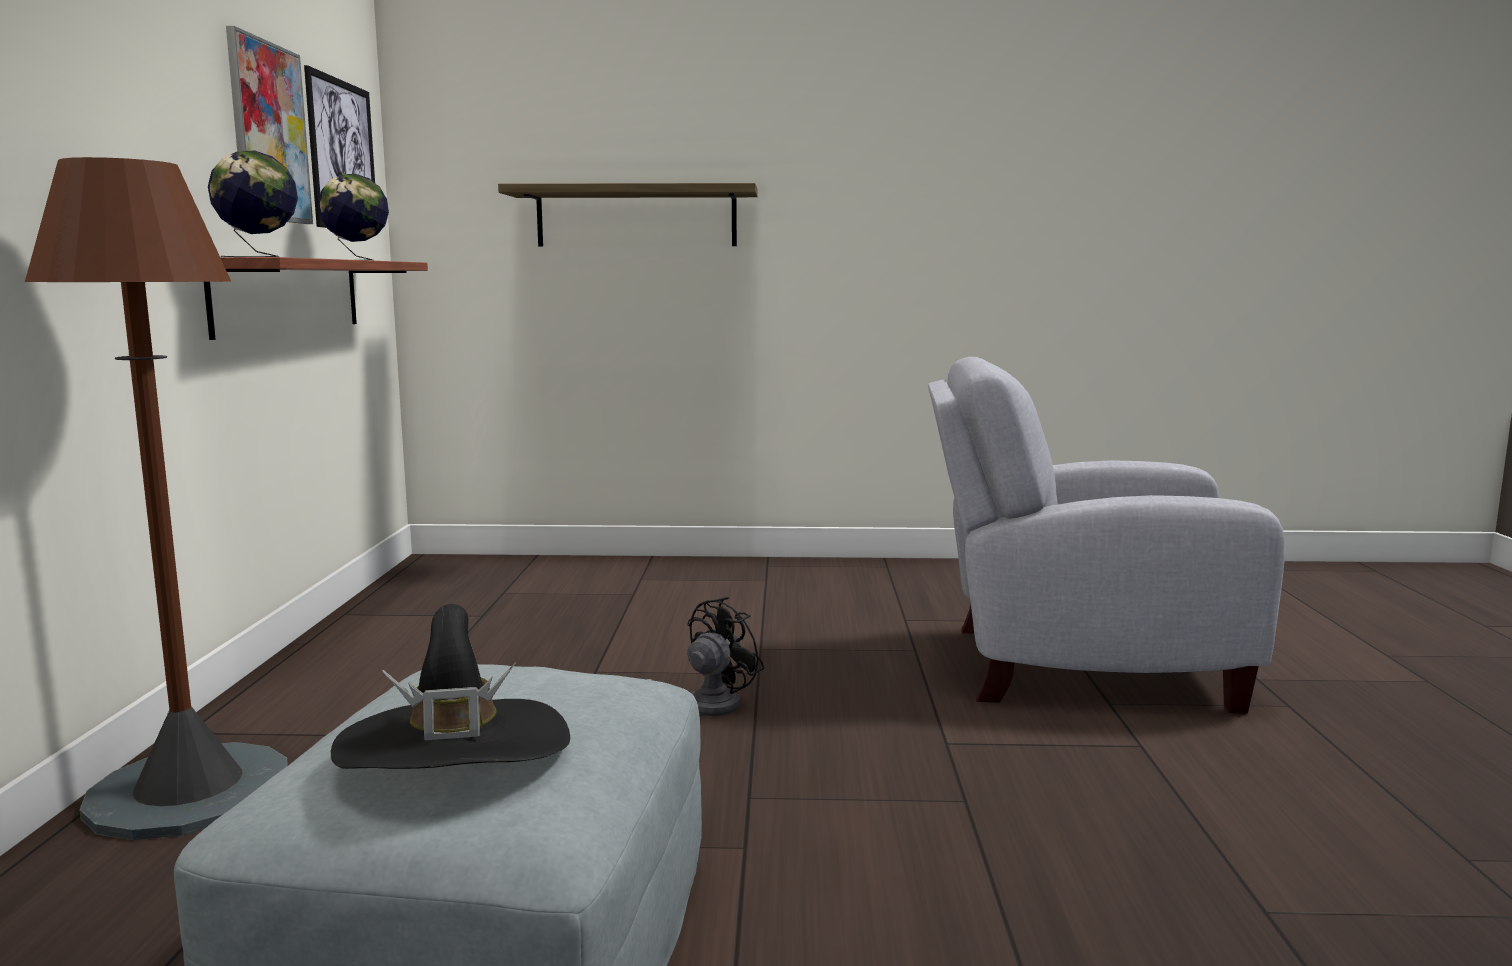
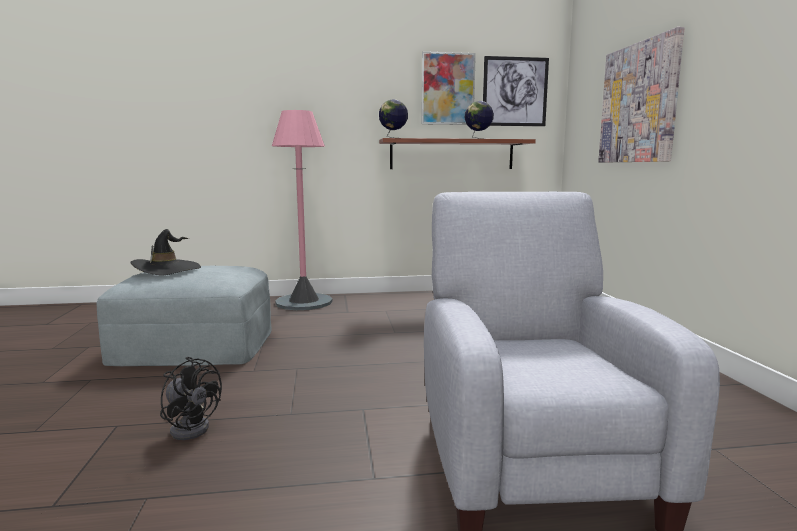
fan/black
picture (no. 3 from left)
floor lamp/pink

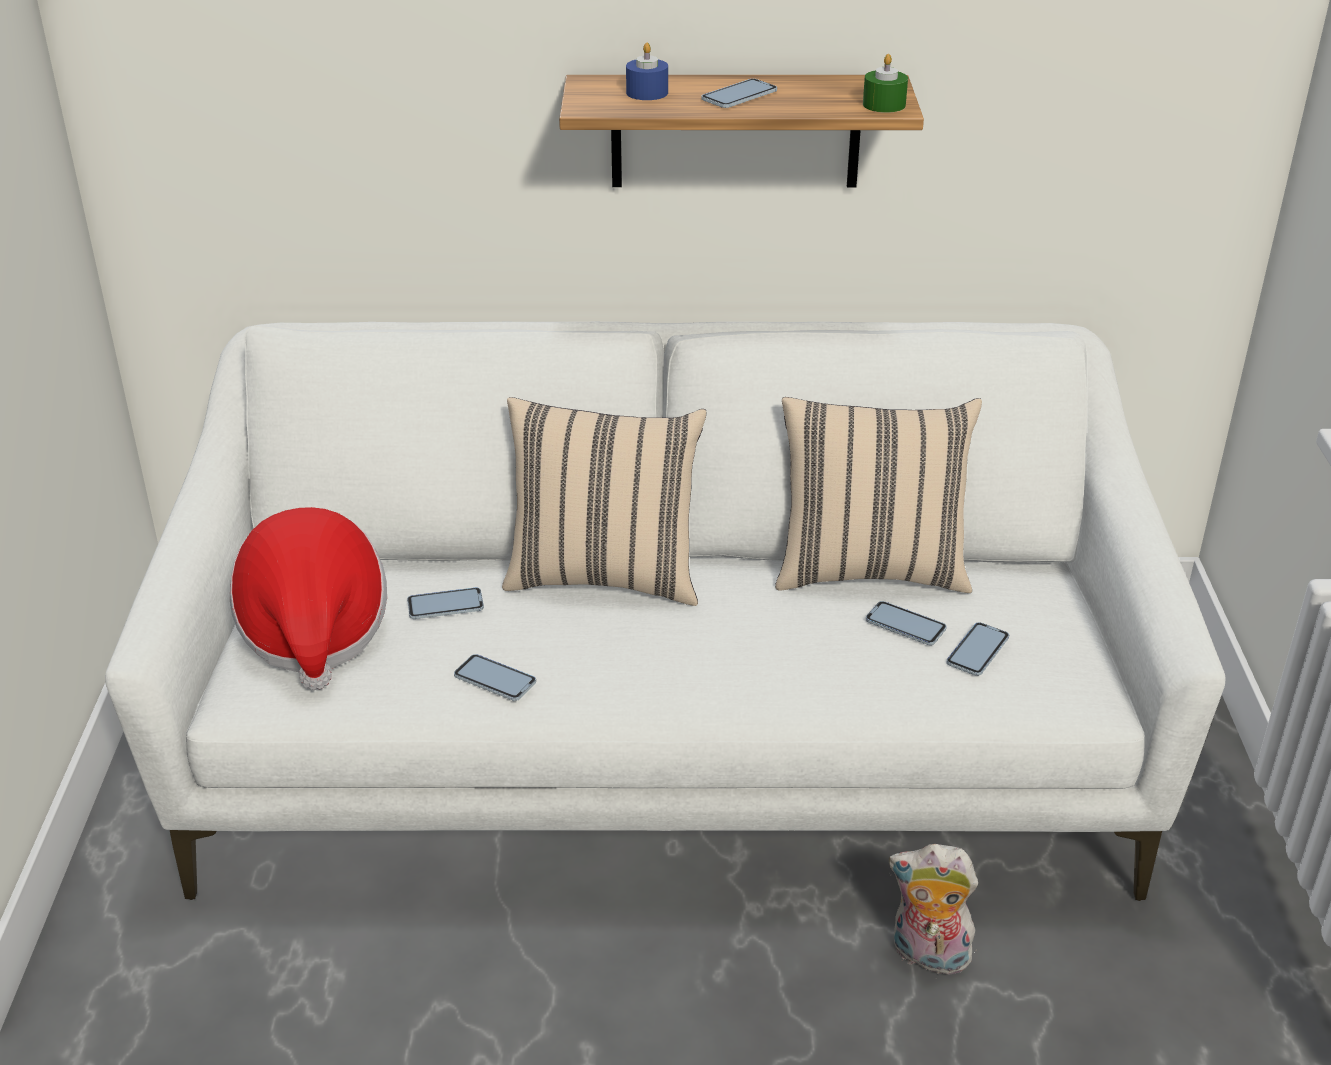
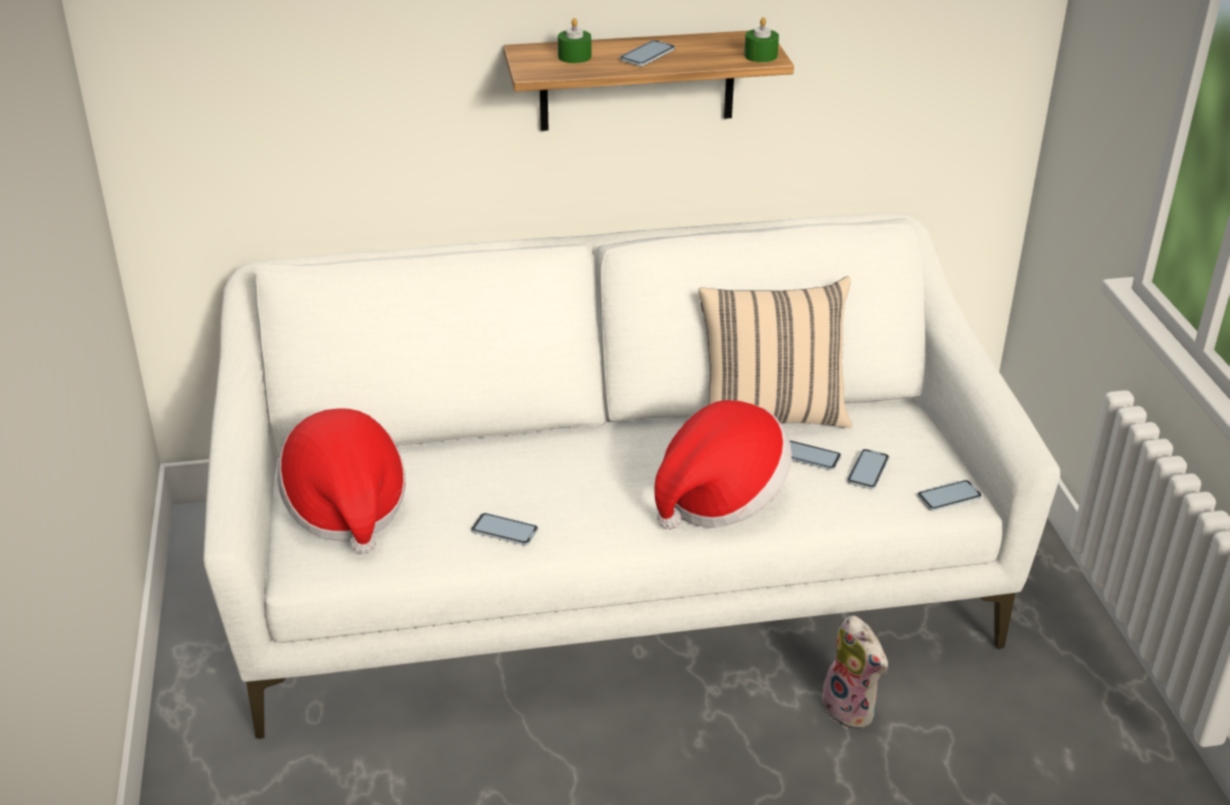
pillow/beige (no. 1 from left in the first image)
hat (no. 2 from left)
phone (no. 5 from left)
candle/green (no. 1 from left)
plush toy

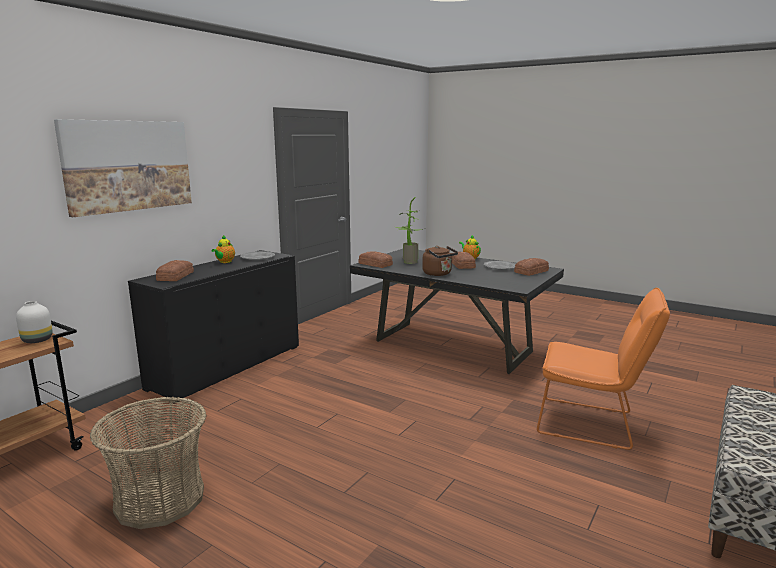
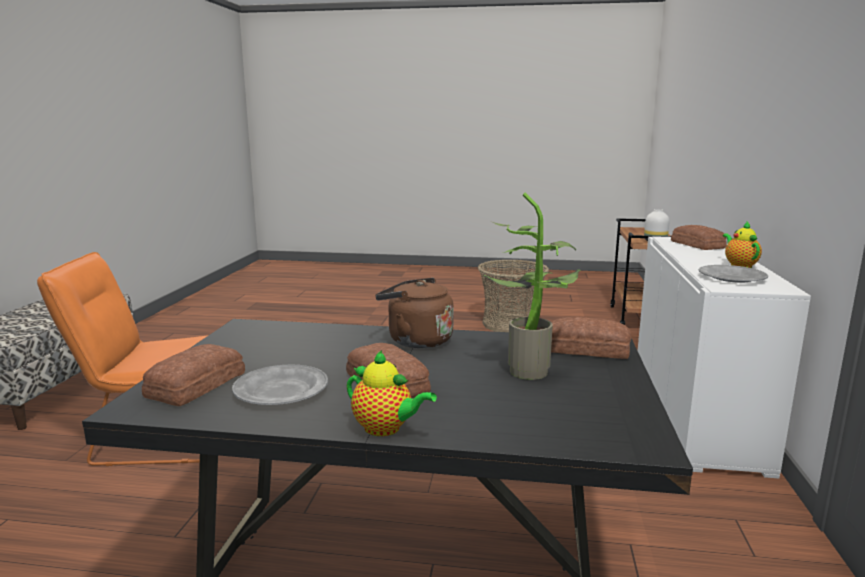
picture
cabinet/white

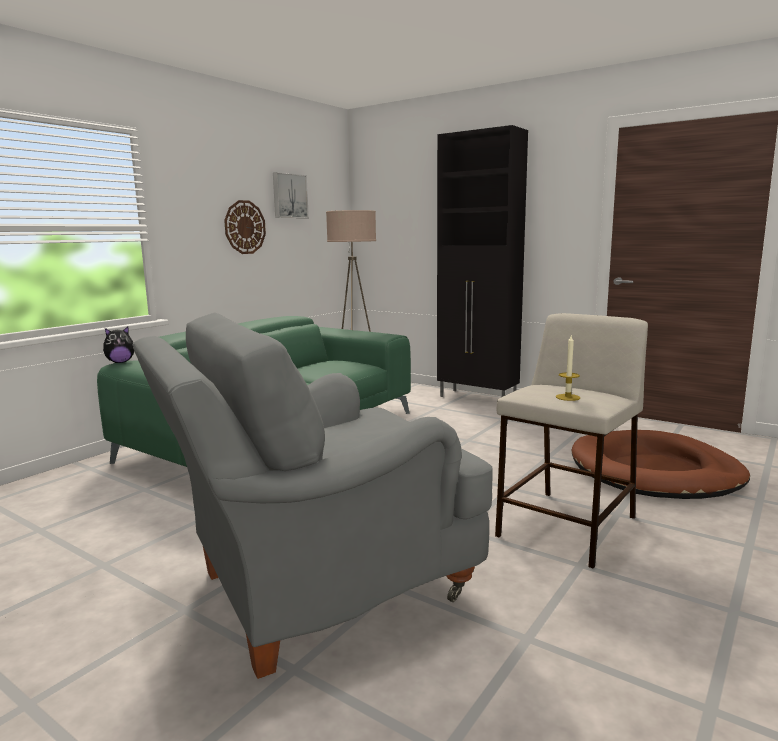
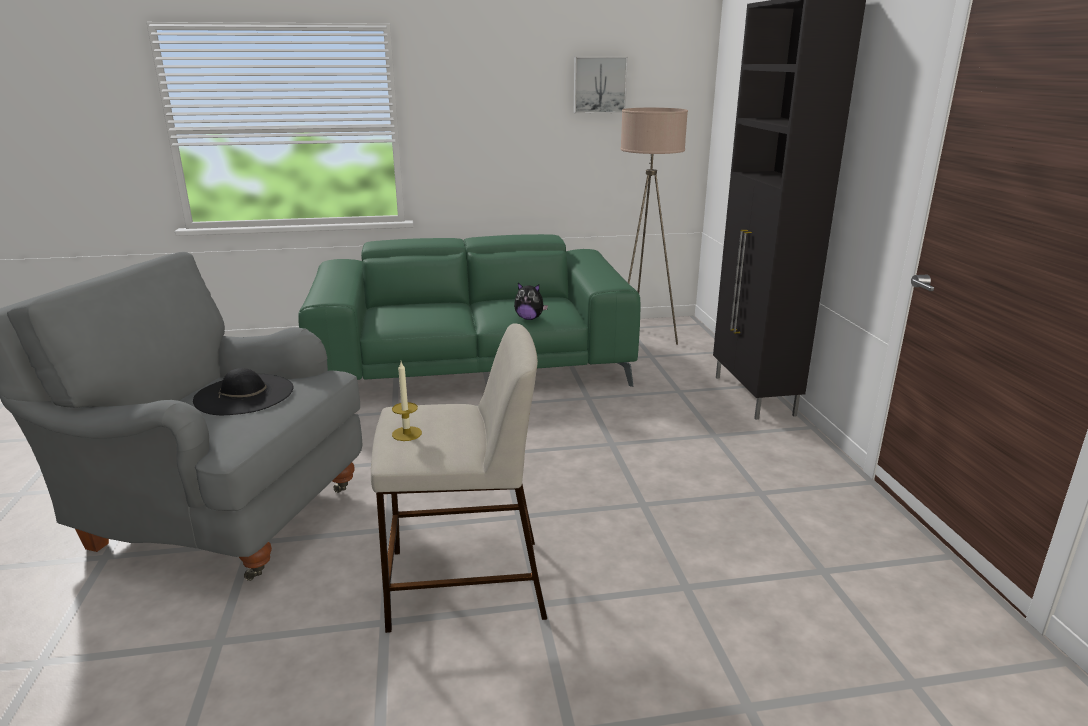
wall clock
dog bed/brown
hat/black
plush toy

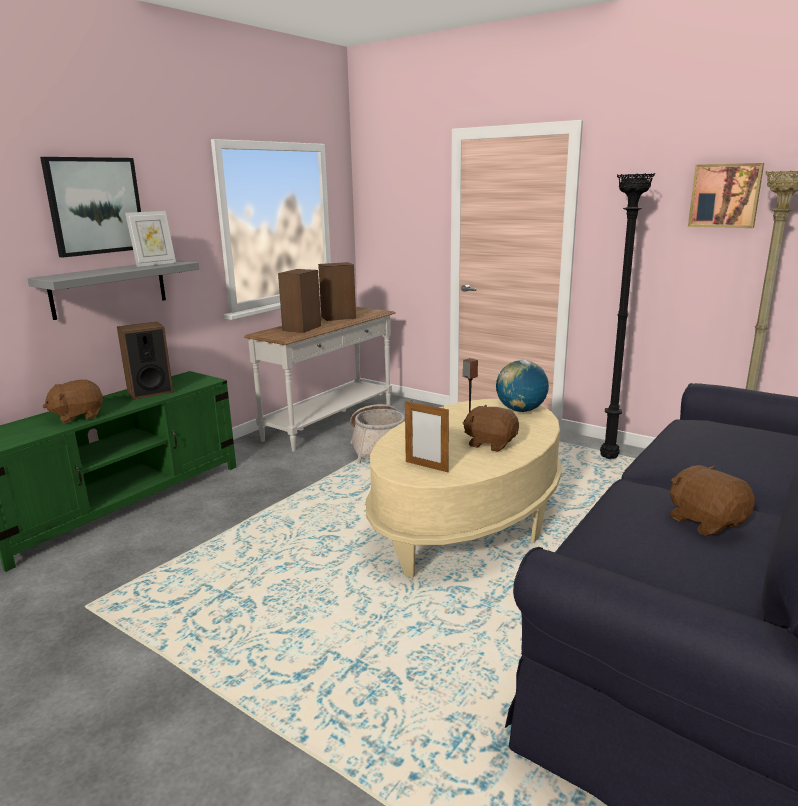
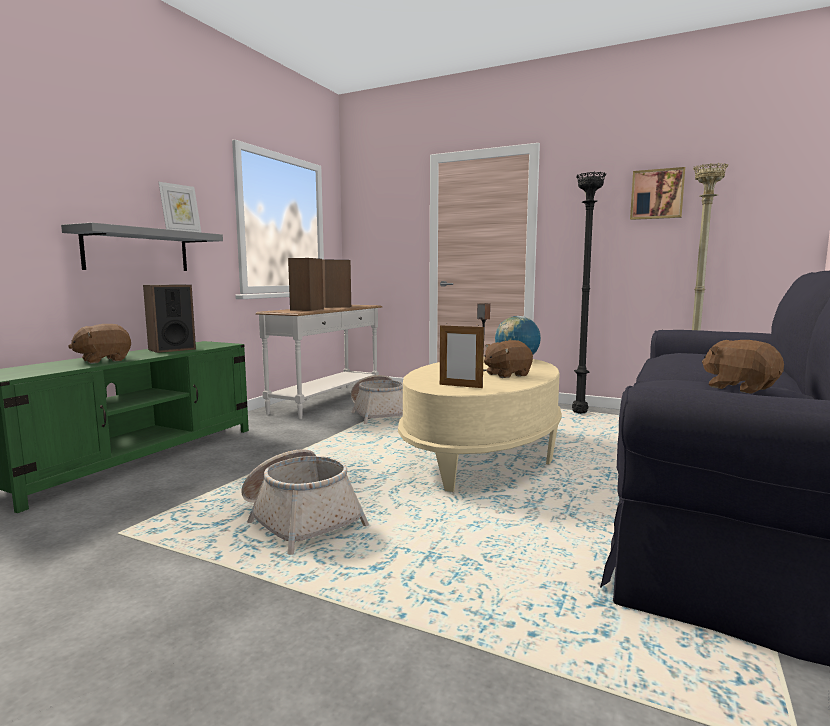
picture (no. 1 from left in the first image)
basket (no. 1 from left)
plush toy/brown (no. 2 from left)

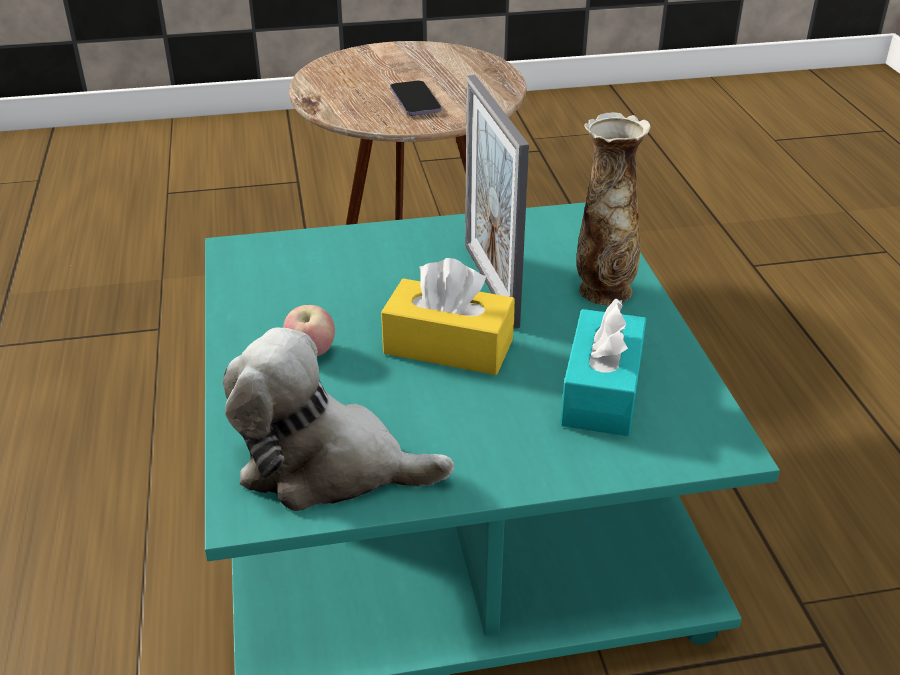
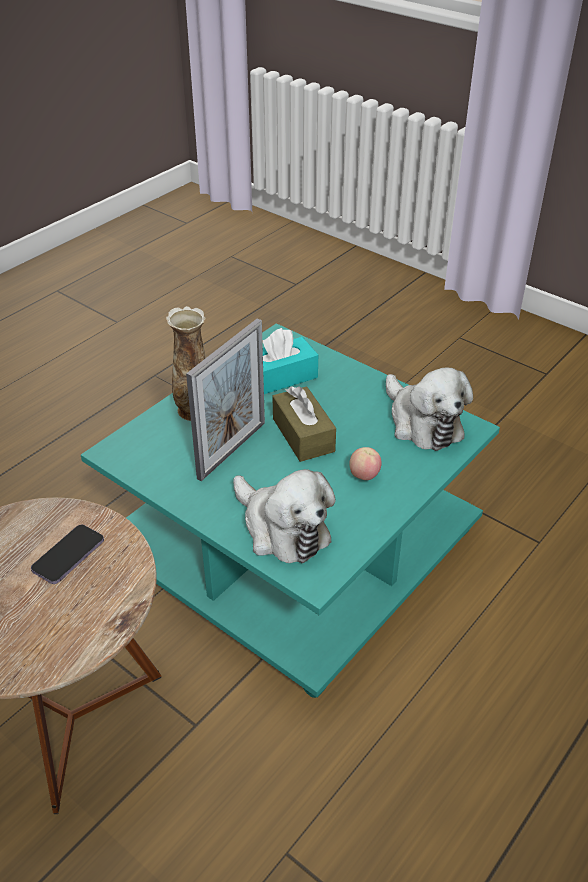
plush toy (no. 1 from left)
tissue box/brown

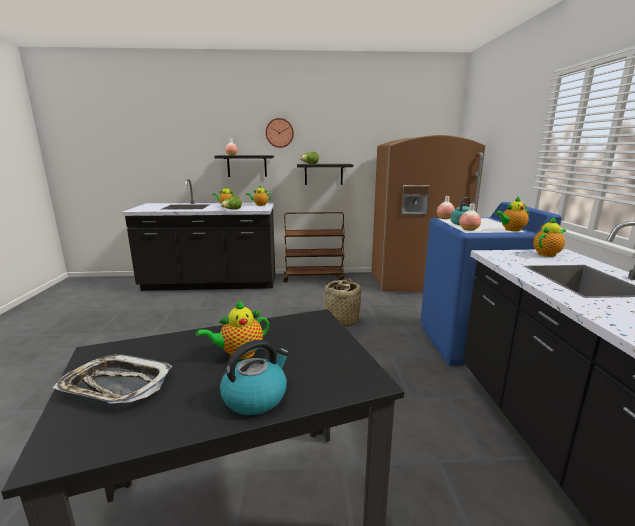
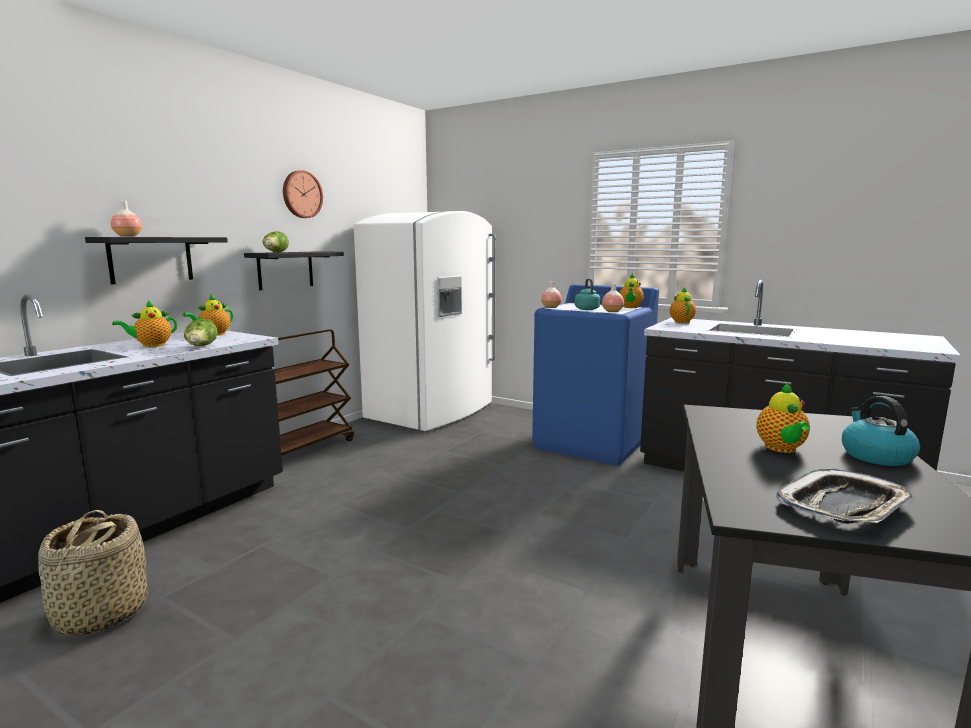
wall clock
basket
fridge/white

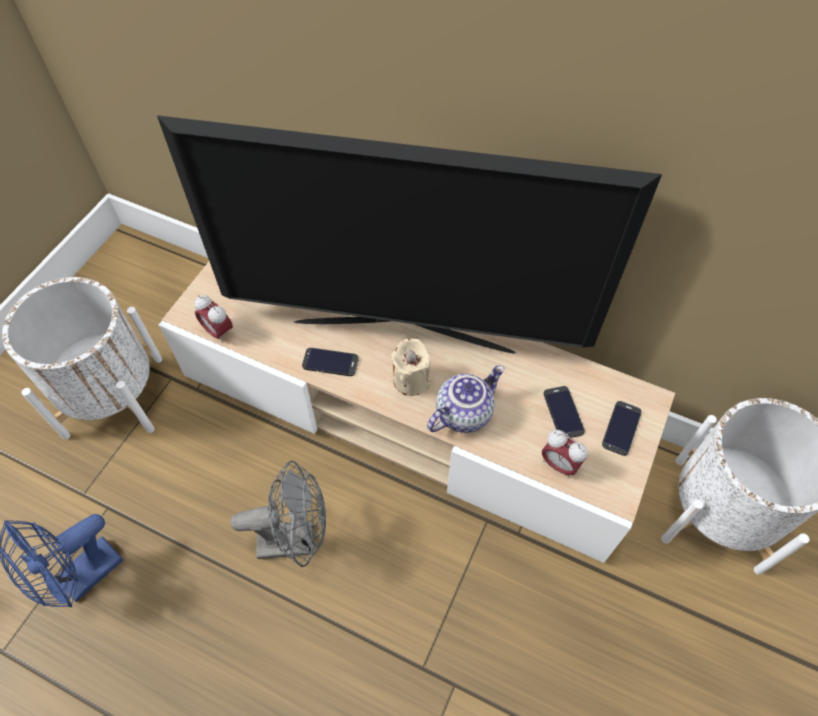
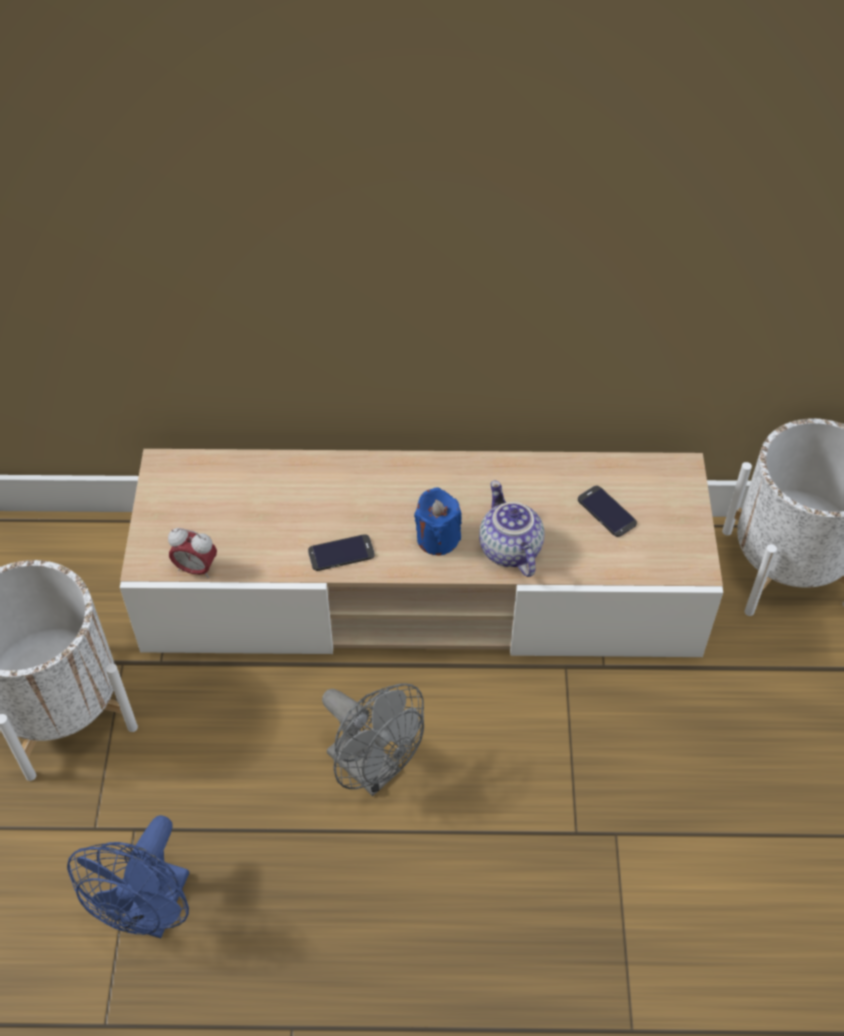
television
alarm clock (no. 2 from left in the first image)
phone (no. 3 from left in the first image)
candle/blue
fan/grey
teapot

